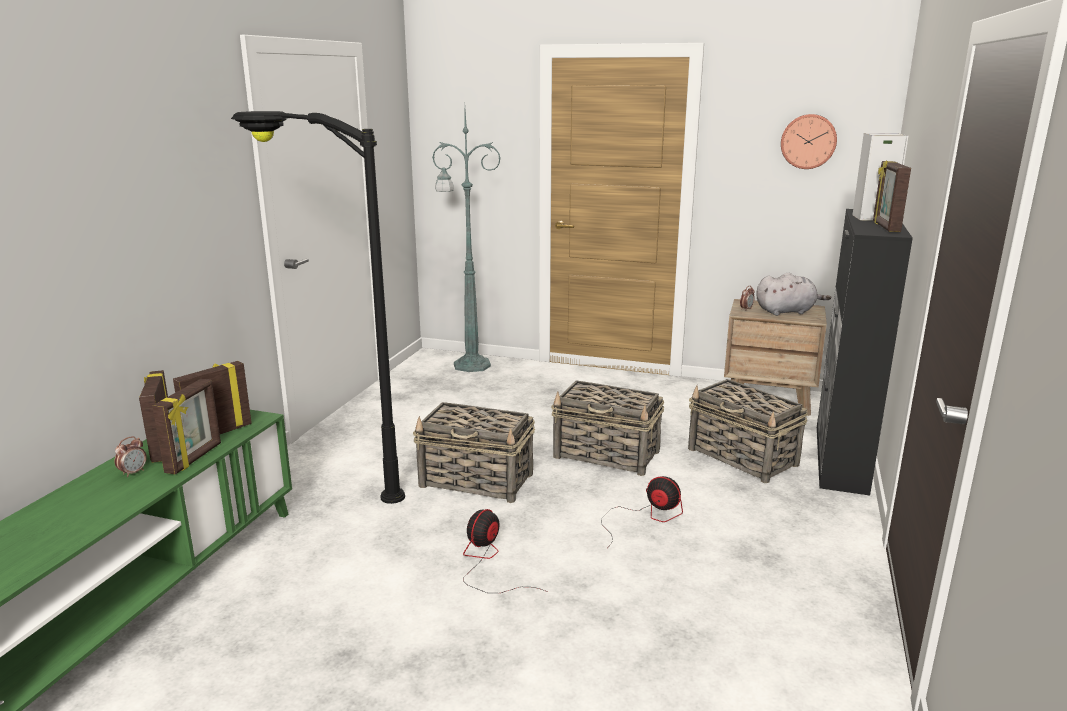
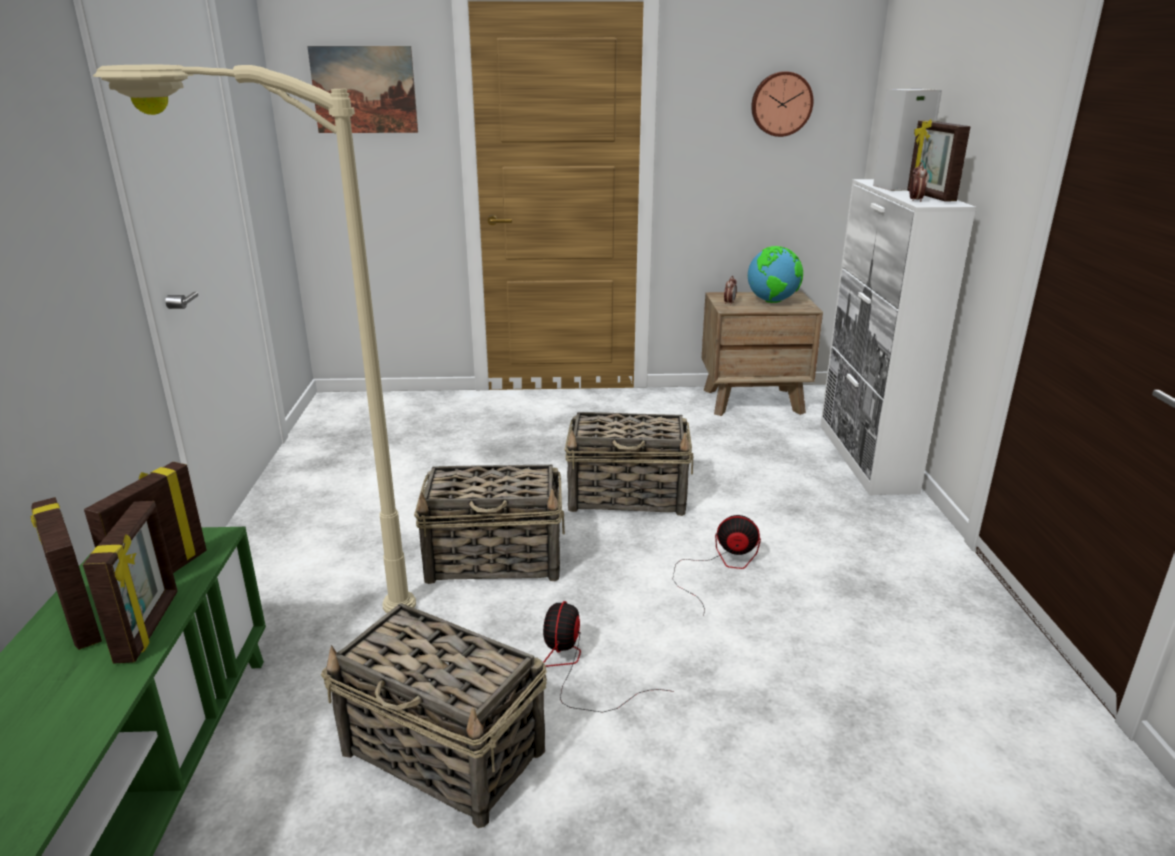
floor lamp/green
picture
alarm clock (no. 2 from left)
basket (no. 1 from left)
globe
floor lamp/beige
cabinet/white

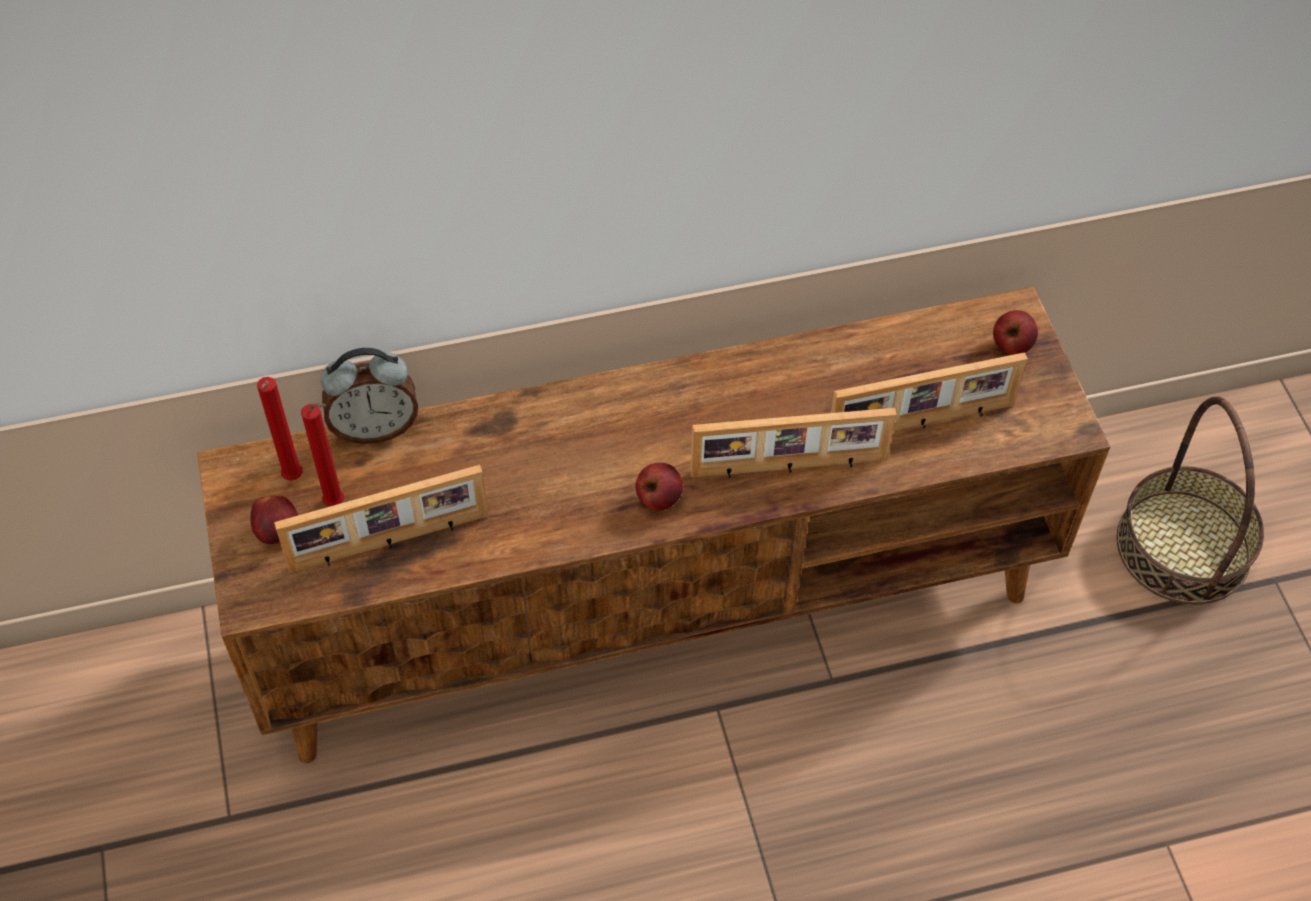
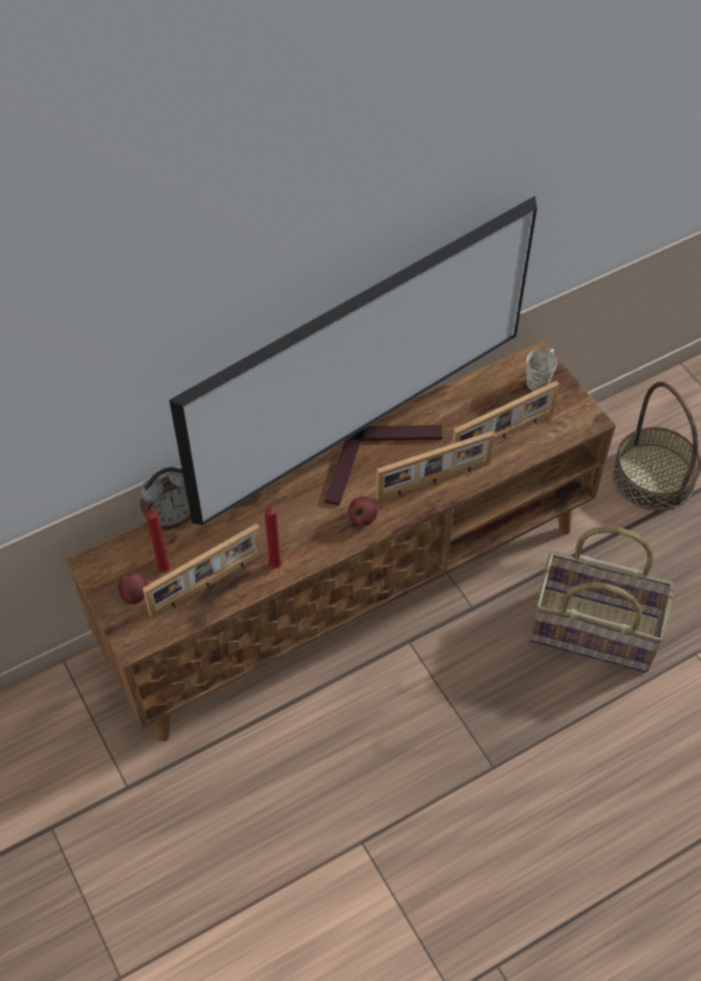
television
basket (no. 1 from left)
candle/red (no. 2 from left)
mug/white

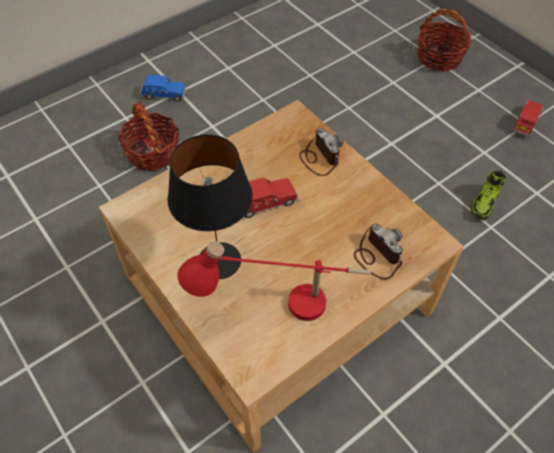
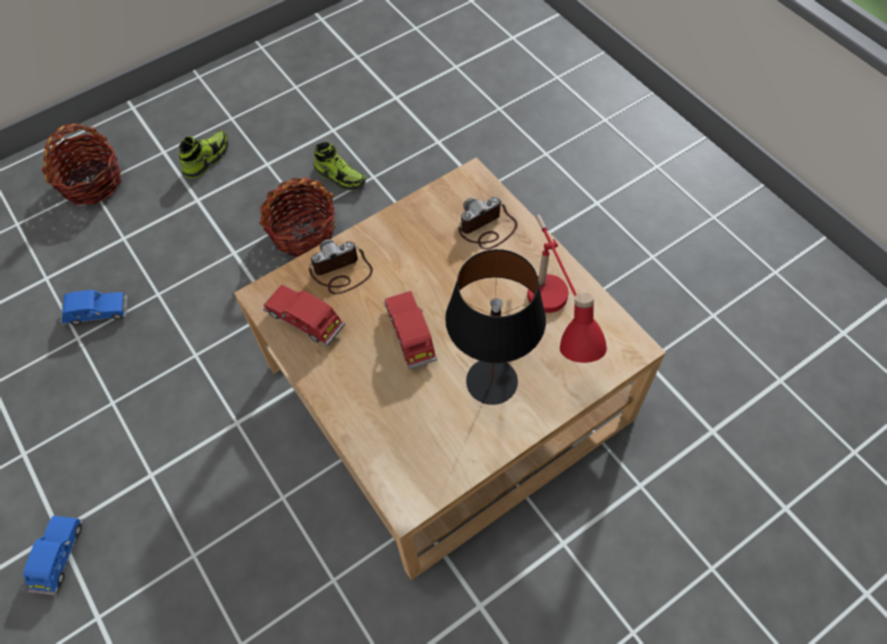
toy car/blue (no. 2 from left)
shoe (no. 1 from left)
basket (no. 2 from left)
toy car/red (no. 1 from left)

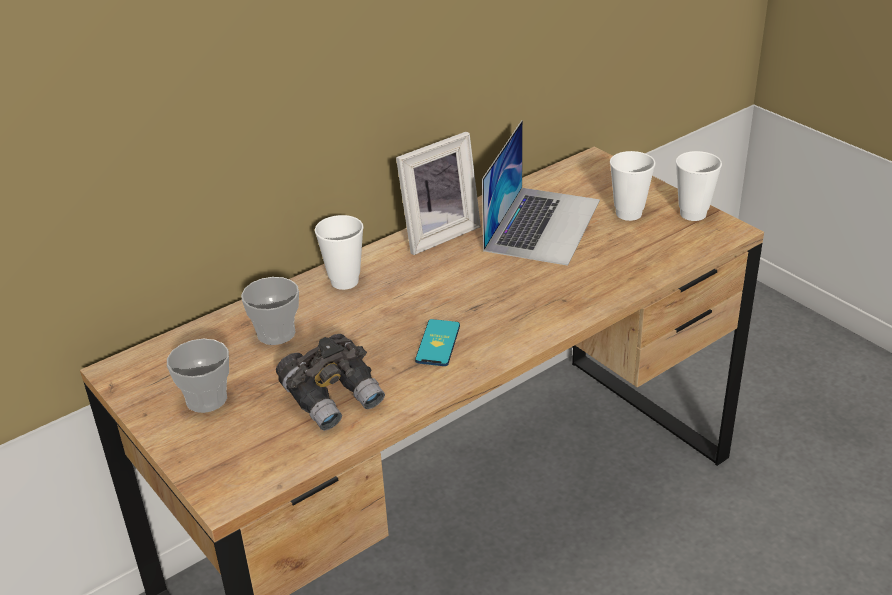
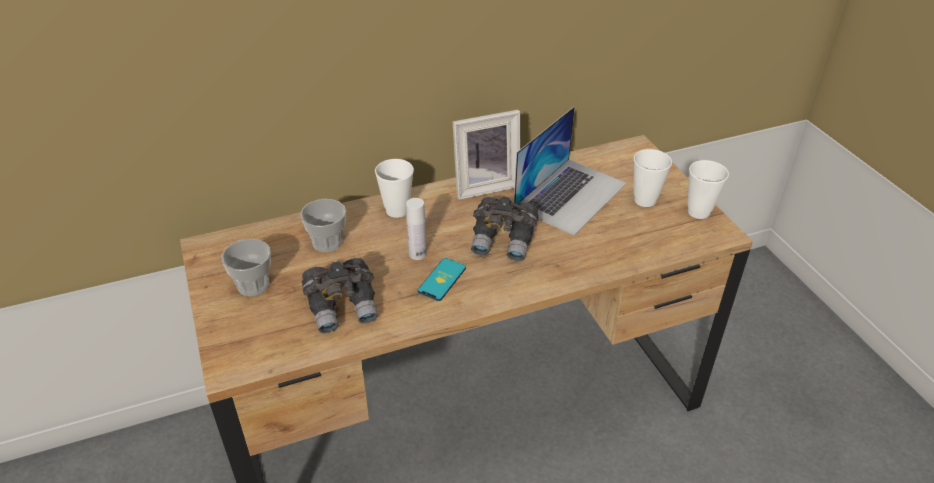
bottle/white
binoculars/grey (no. 2 from left)

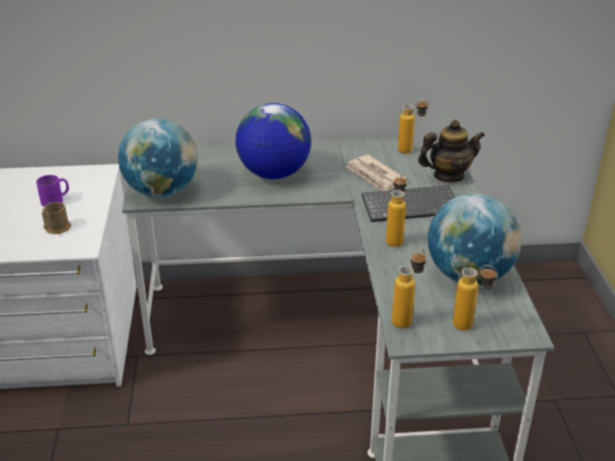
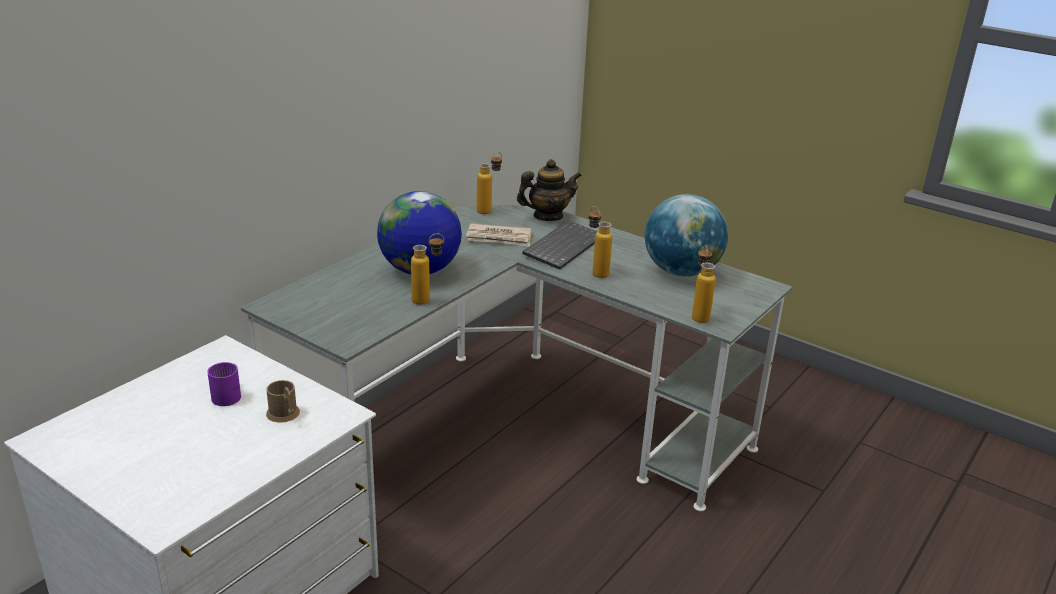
globe (no. 1 from left in the first image)
bottle (no. 1 from left)
teapot

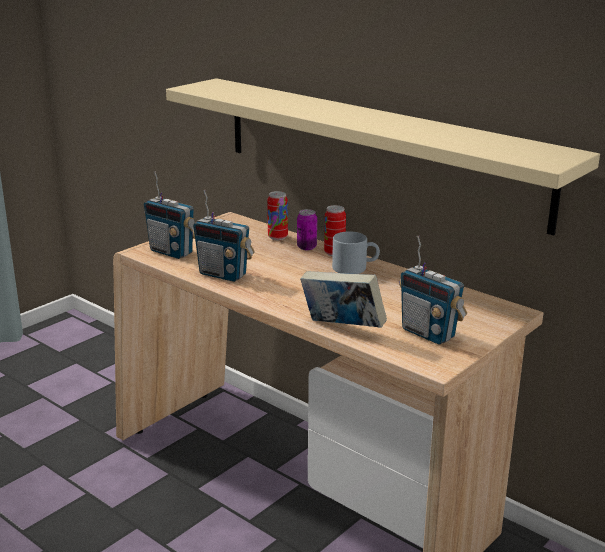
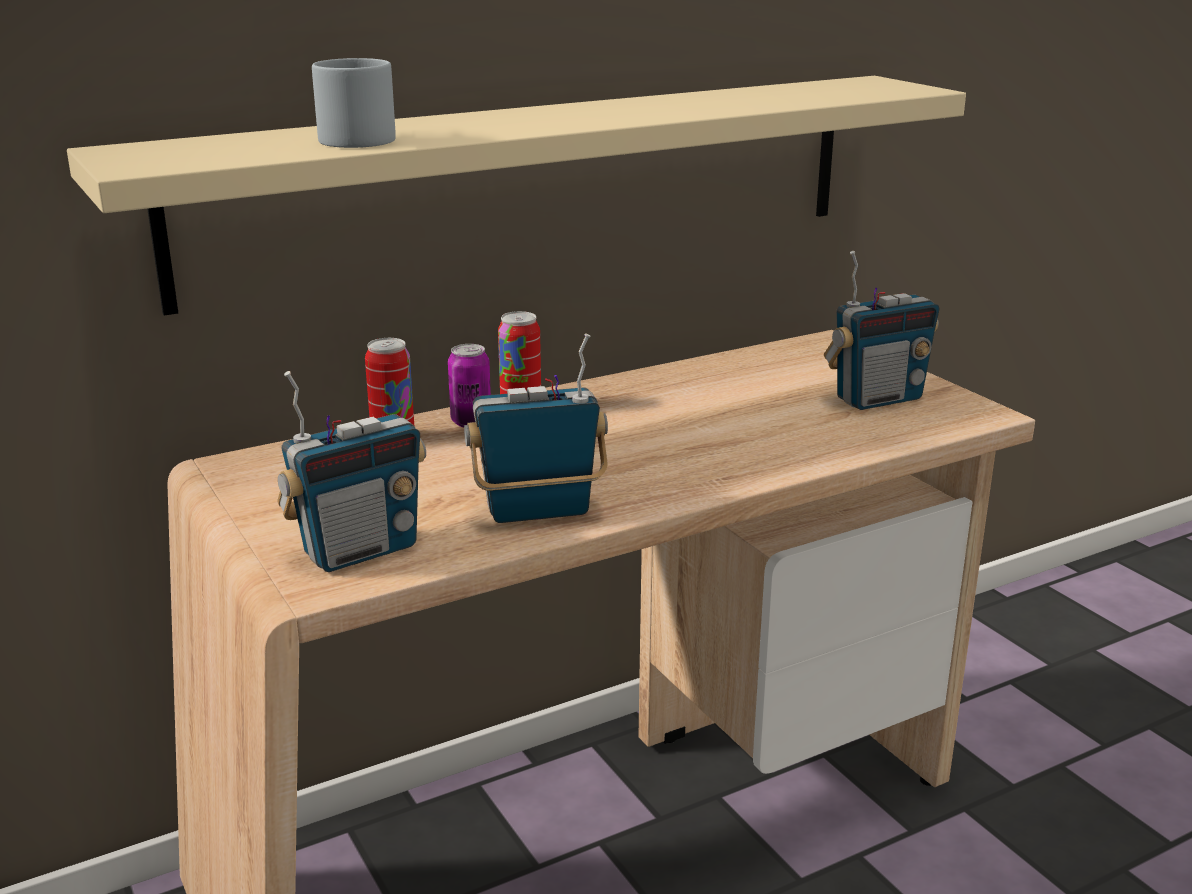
book
mug/grey
radio (no. 2 from left)

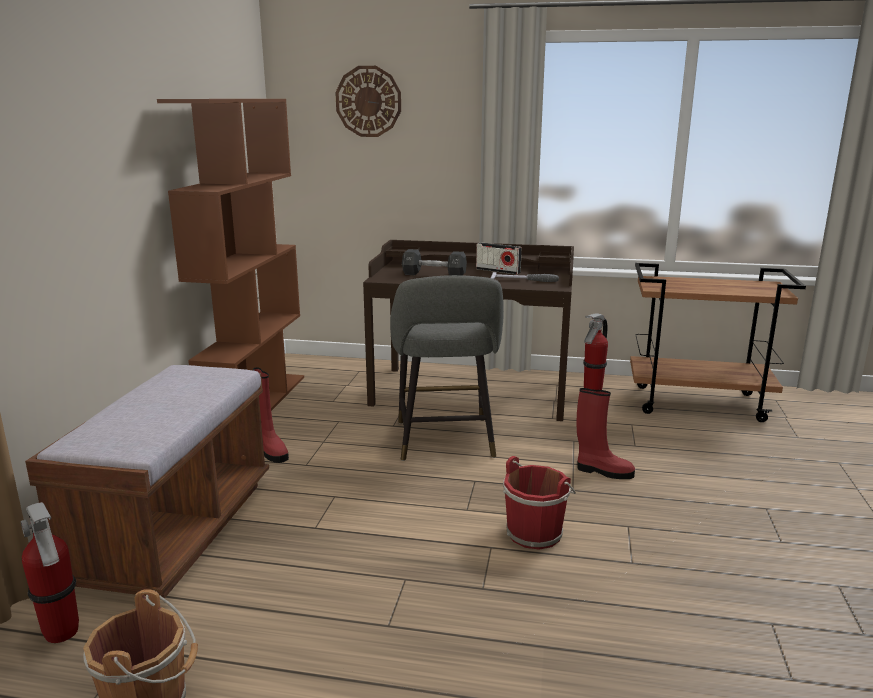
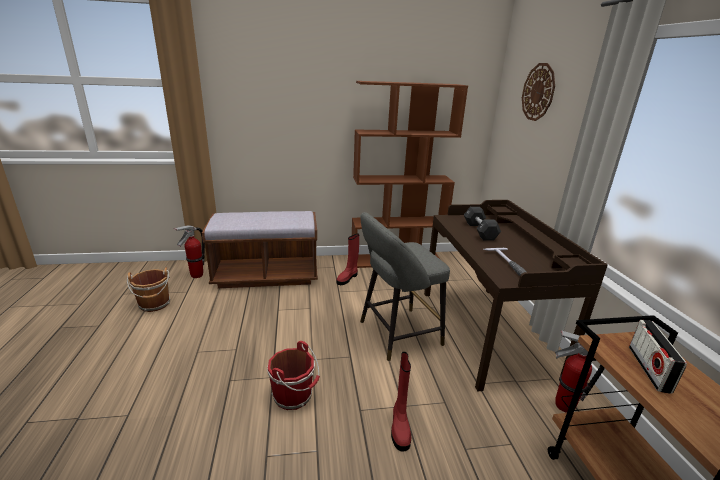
radio

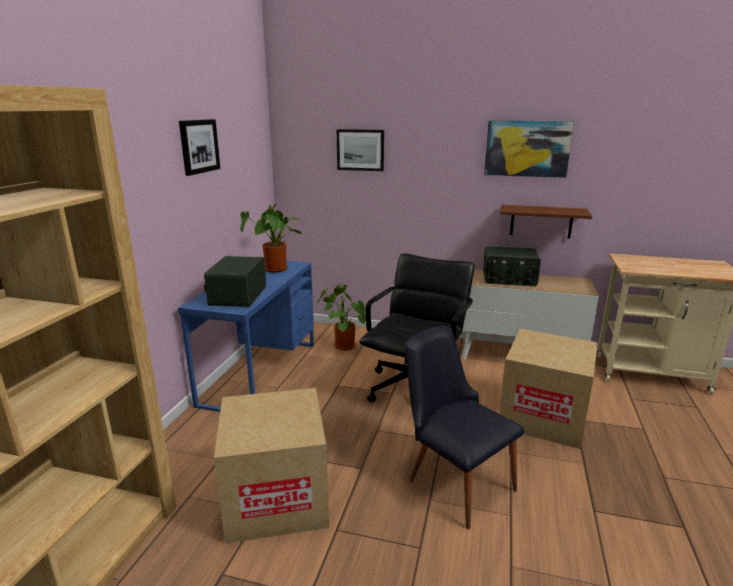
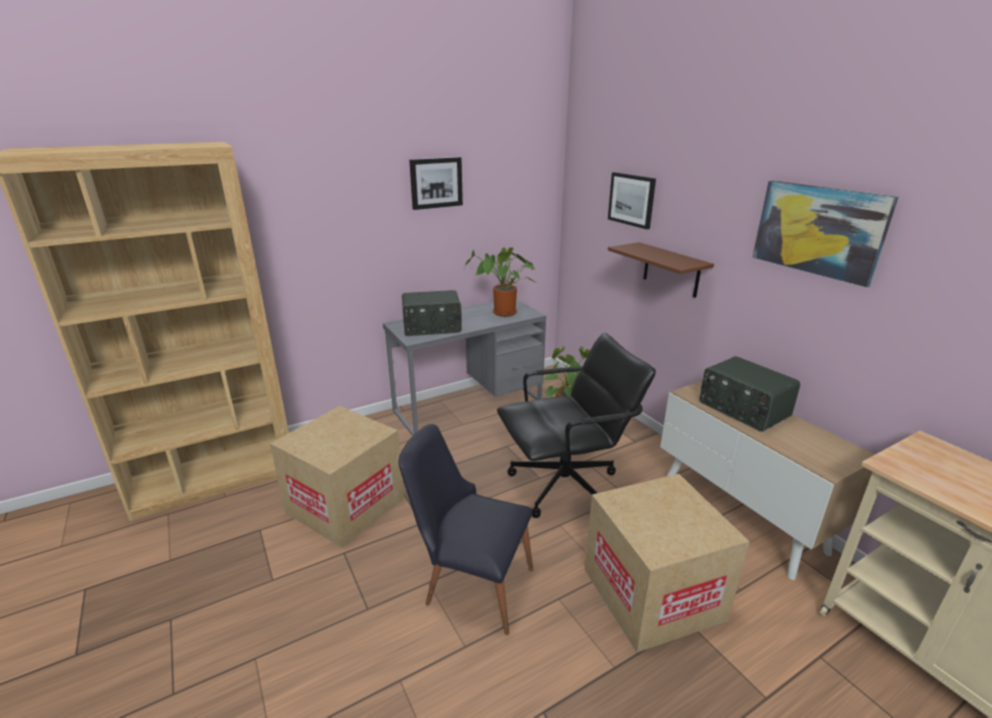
shelf/brown
desk/grey
radio (no. 1 from left)
chair/black

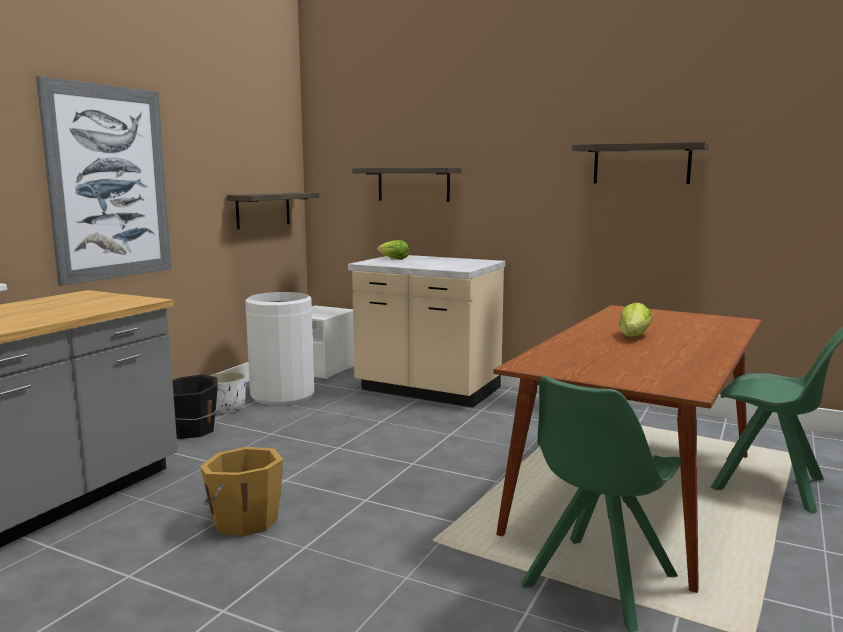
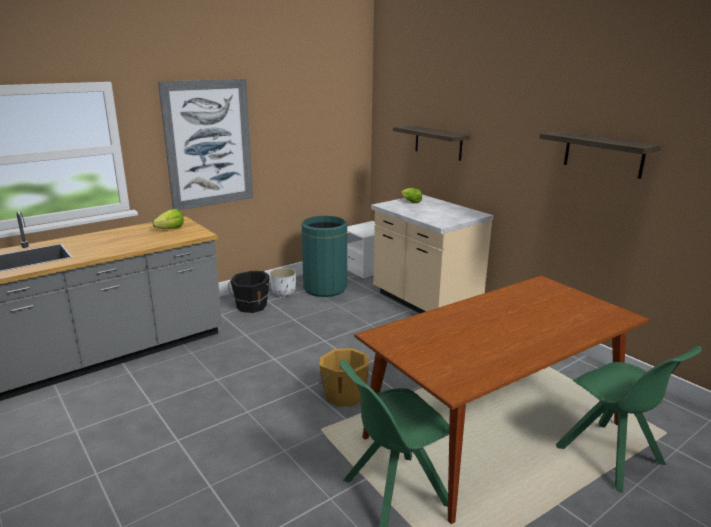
shelf (no. 1 from left in the first image)
bucket/orange
lettuce (no. 1 from left)
trash can/green

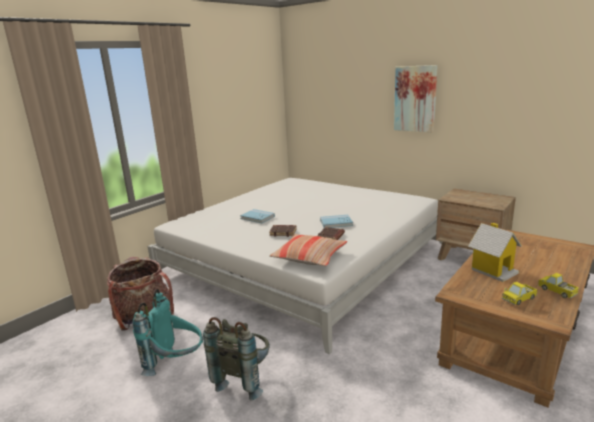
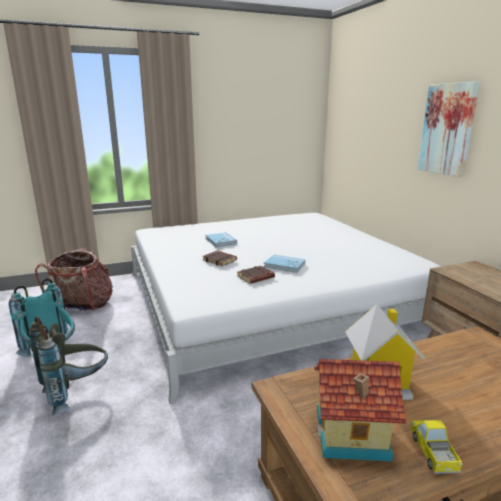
pillow
toy house (no. 1 from left)

